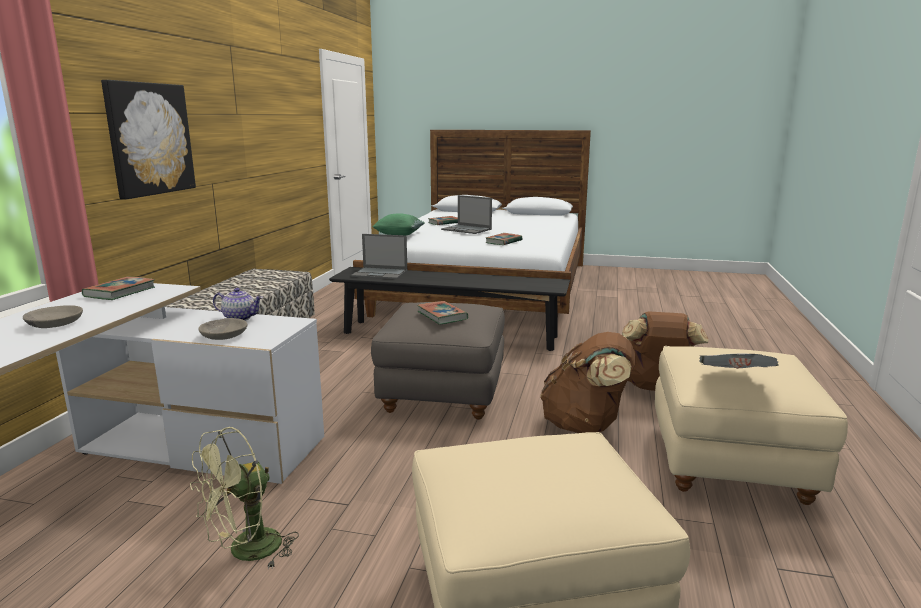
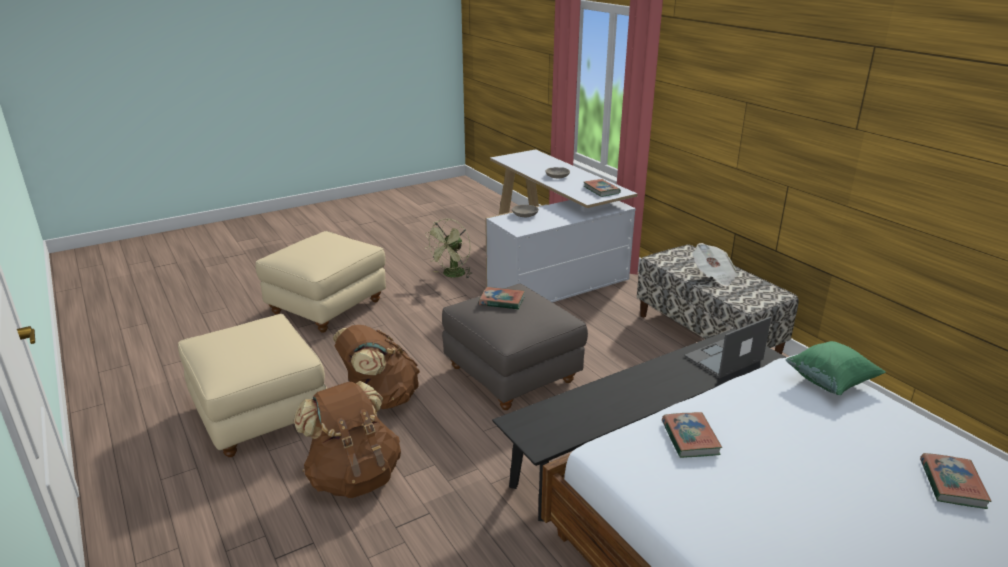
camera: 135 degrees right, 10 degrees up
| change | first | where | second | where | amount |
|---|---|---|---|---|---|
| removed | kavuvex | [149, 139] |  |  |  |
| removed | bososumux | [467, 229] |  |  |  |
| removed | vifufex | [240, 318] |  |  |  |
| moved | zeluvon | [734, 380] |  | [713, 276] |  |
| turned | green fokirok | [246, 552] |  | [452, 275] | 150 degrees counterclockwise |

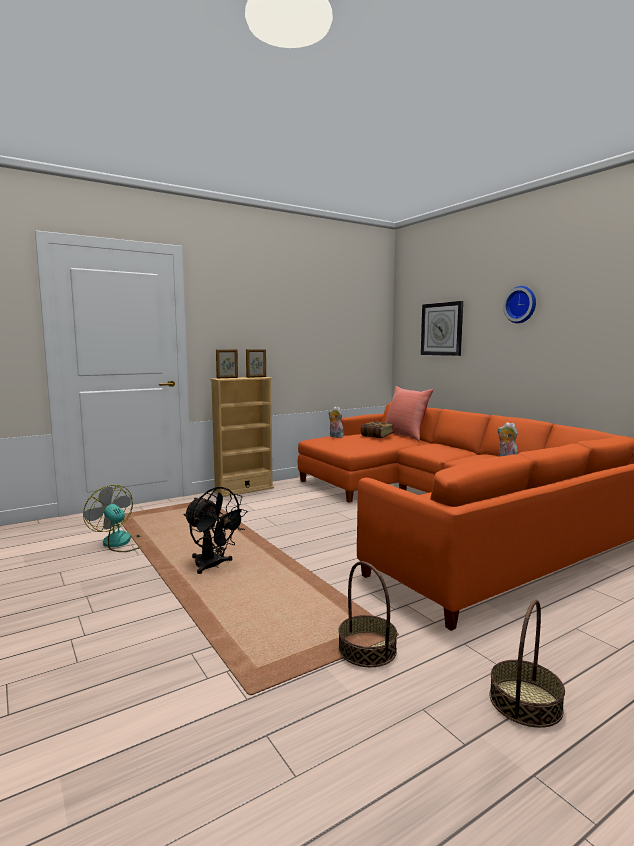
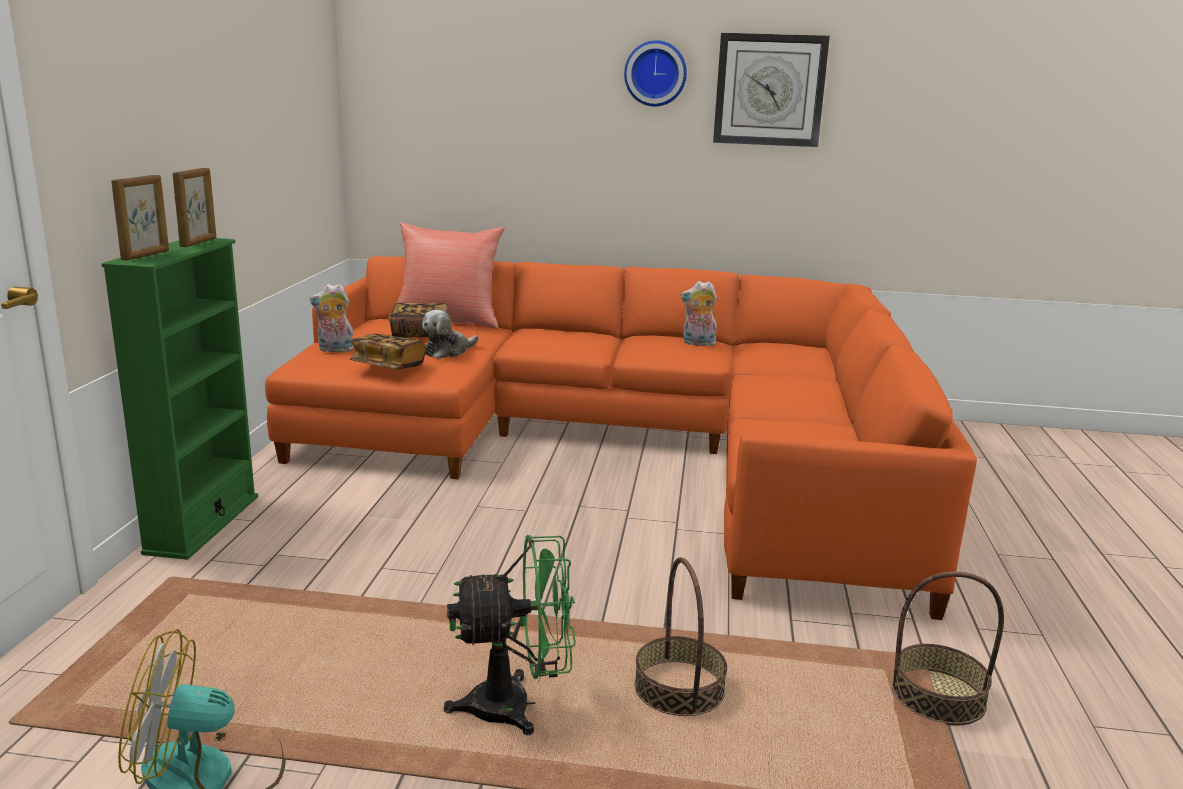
camera: 50 degrees left, 10 degrees up
| change | first | where | second | where | amount |
|---|---|---|---|---|---|
| moved | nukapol | [442, 329] |  | [769, 90] |  |
| recoloured | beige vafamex | [244, 490] | green vafamex | [202, 524] |  |
| recoloured | black fokirok | [213, 566] | green fokirok | [516, 706] |  |
| moved | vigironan | [525, 702] |  | [679, 689] |  |
| added |  |  | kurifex | [448, 351] |  |
| added |  |  | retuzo | [388, 366] |  |

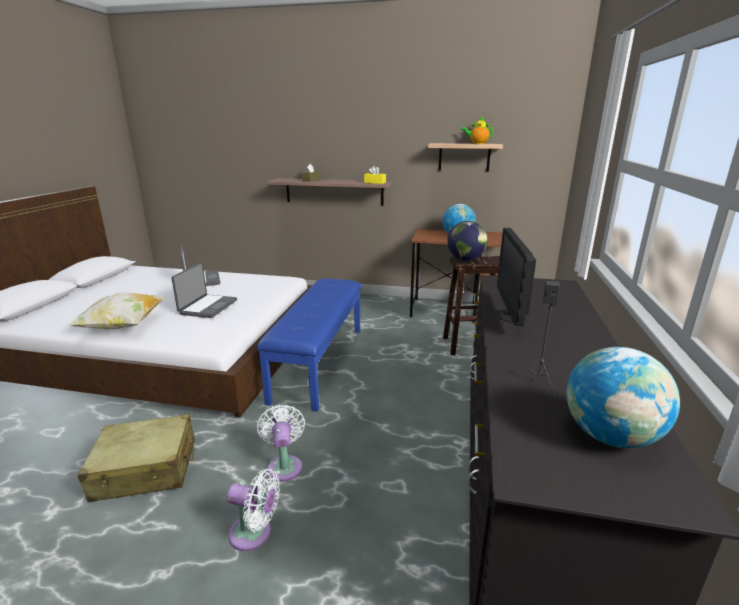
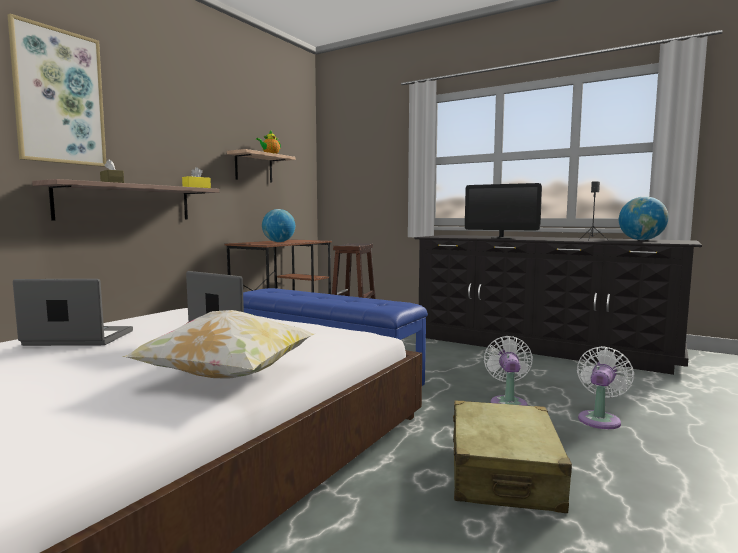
camera: 70 degrees left, 15 degrees down
| change | first | where | second | where | amount |
|---|---|---|---|---|---|
| removed | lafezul | [466, 259] |  |  |  |
| turned | white fokirok | [284, 465] |  | [508, 402] | 90 degrees clockwise |
| added |  |  | kavuvex | [59, 97] |  |

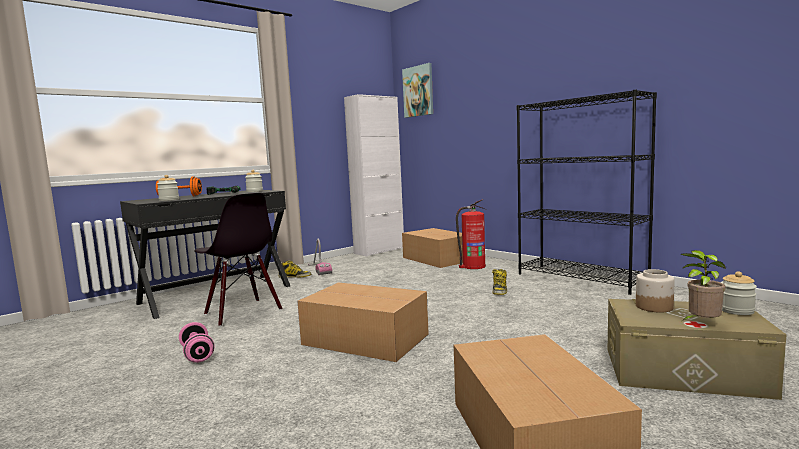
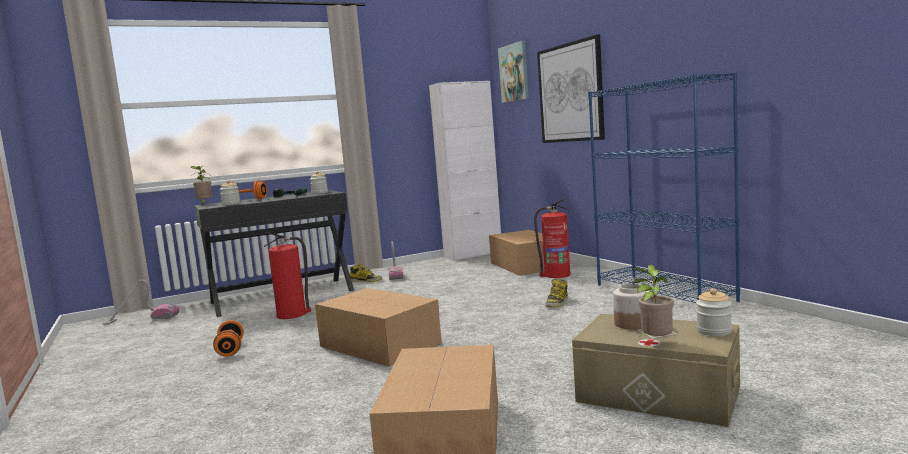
camera: 15 degrees right, 0 degrees up
| change | first | where | second | where | amount |
|---|---|---|---|---|---|
| recoloured | black vafamex | [581, 278] | blue vafamex | [664, 292] |  |
| replaced | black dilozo | [242, 312] | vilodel | [292, 314] |  |
| recoloured | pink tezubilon | [197, 354] | orange tezubilon | [230, 350] |  |
| added |  |  | kavuvex | [570, 93] |  |
| added |  |  | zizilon | [204, 204] |  |
| added |  |  | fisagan | [142, 319] |  |

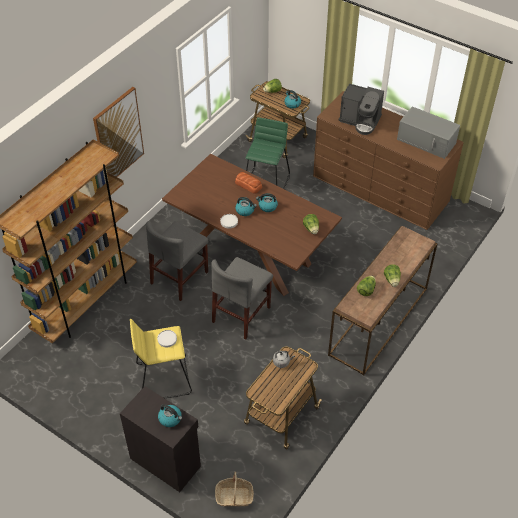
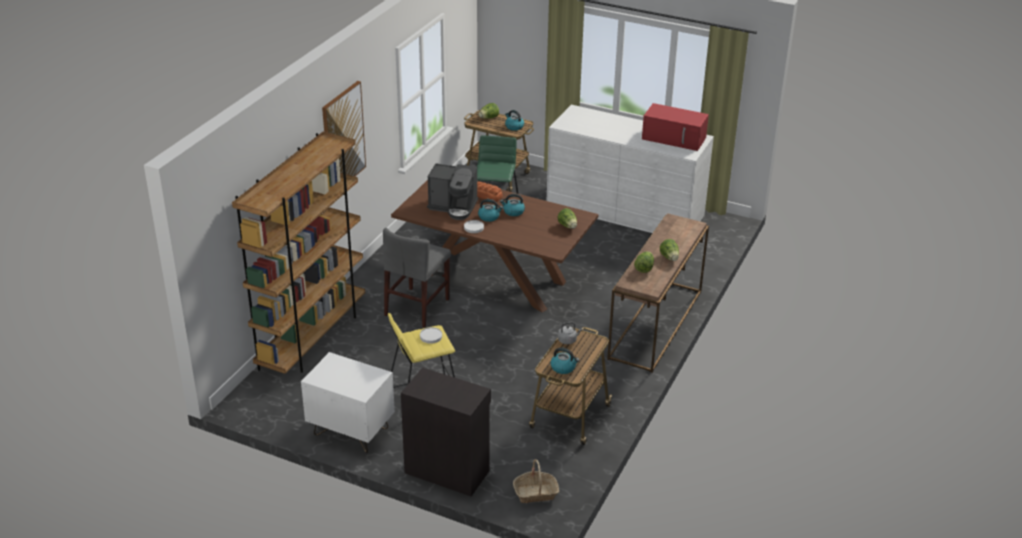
camera: 10 degrees left, 15 degrees down
| change | first | where | second | where | amount |
|---|---|---|---|---|---|
| moved | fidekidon | [360, 121] |  | [453, 207] |  |
| recoloured | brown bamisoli | [380, 188] | white bamisoli | [625, 211] |  |
| recoloured | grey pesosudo | [427, 141] | red pesosudo | [675, 138] |  |
| removed | grey dilozo | [241, 314] |  |  |  |
| moved | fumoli | [170, 418] |  | [563, 367] |  |
| added |  |  | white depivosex | [350, 432] |  |

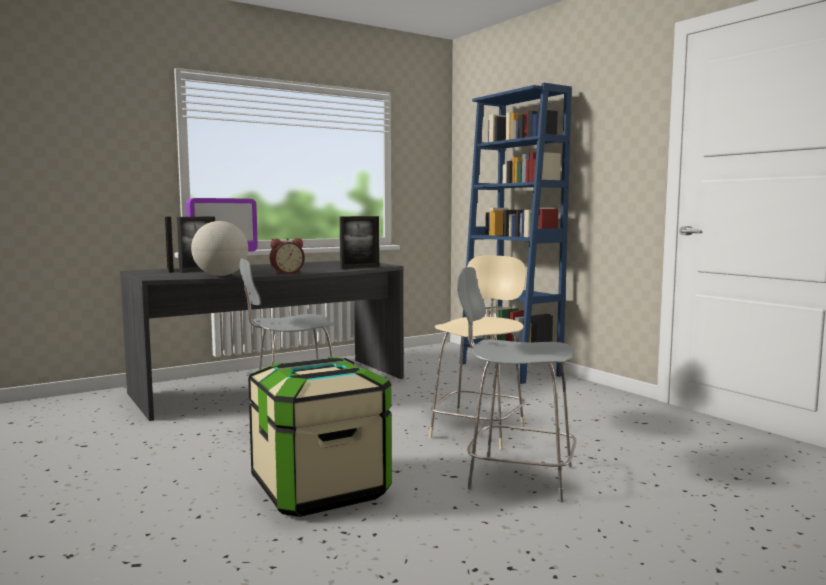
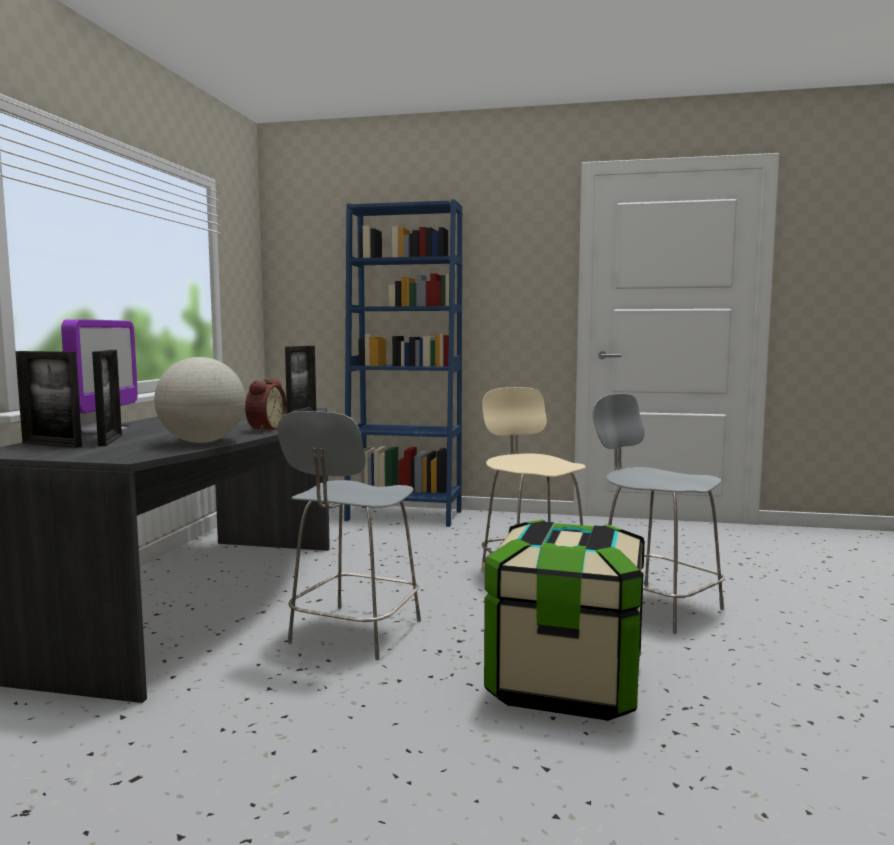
camera: 45 degrees left, 0 degrees up
| change | first | where | second | where | amount |
|---|---|---|---|---|---|
| turned | grey dilozo | [516, 476] |  | [654, 606] | 75 degrees clockwise |

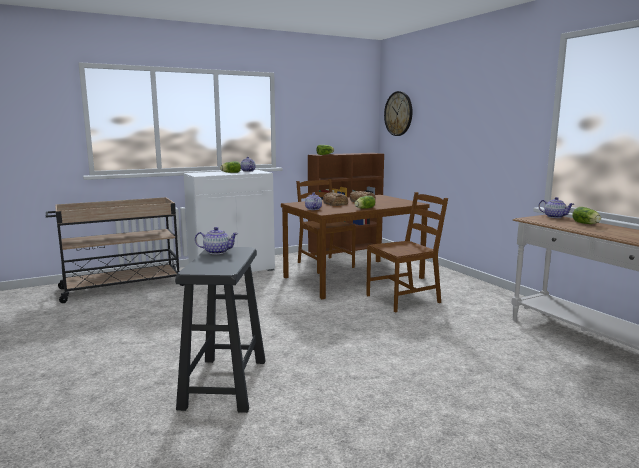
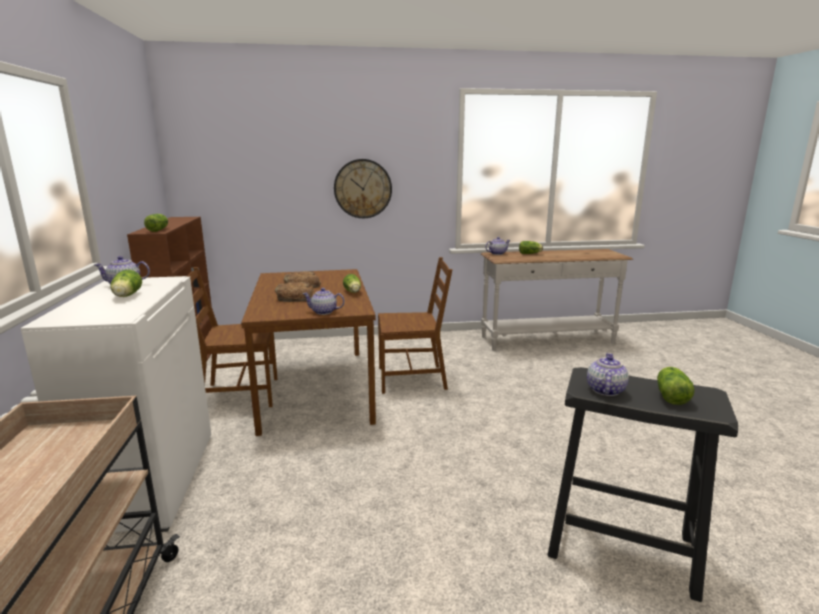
camera: 70 degrees left, 5 degrees up
| change | first | where | second | where | amount |
|---|---|---|---|---|---|
| moved | nukapol | [398, 113] |  | [363, 188] |  |
| turned | brown dilozo | [403, 299] |  | [412, 378] | 90 degrees clockwise |
| added |  |  | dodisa | [670, 395] |  |

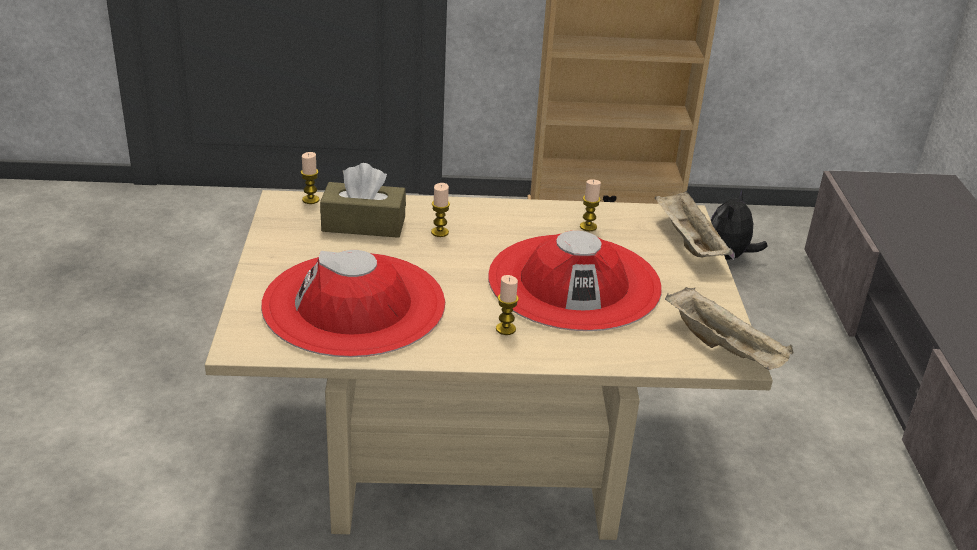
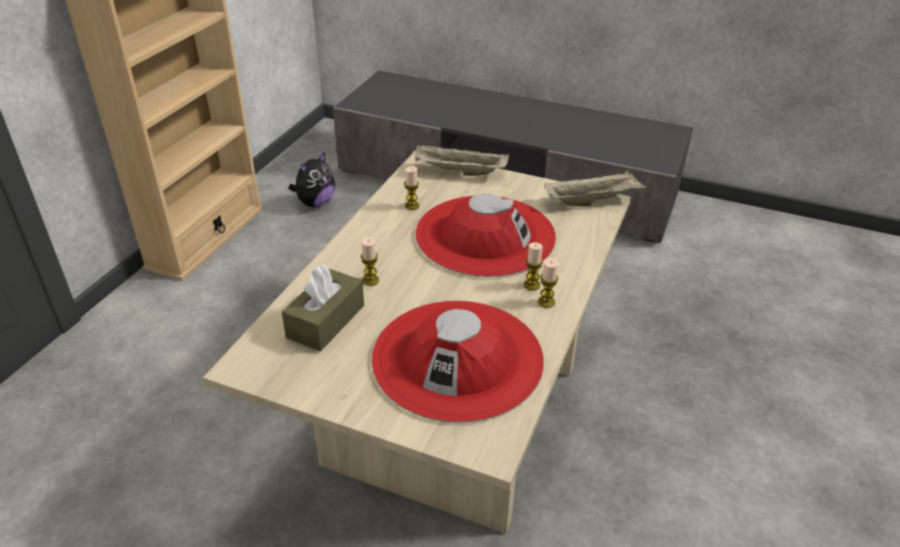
camera: 65 degrees left, 5 degrees up
| change | first | where | second | where | amount |
|---|---|---|---|---|---|
| moved | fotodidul | [310, 200] |  | [546, 302] |  |
| turned | kurifex | [728, 257] |  | [315, 203] | 105 degrees counterclockwise |

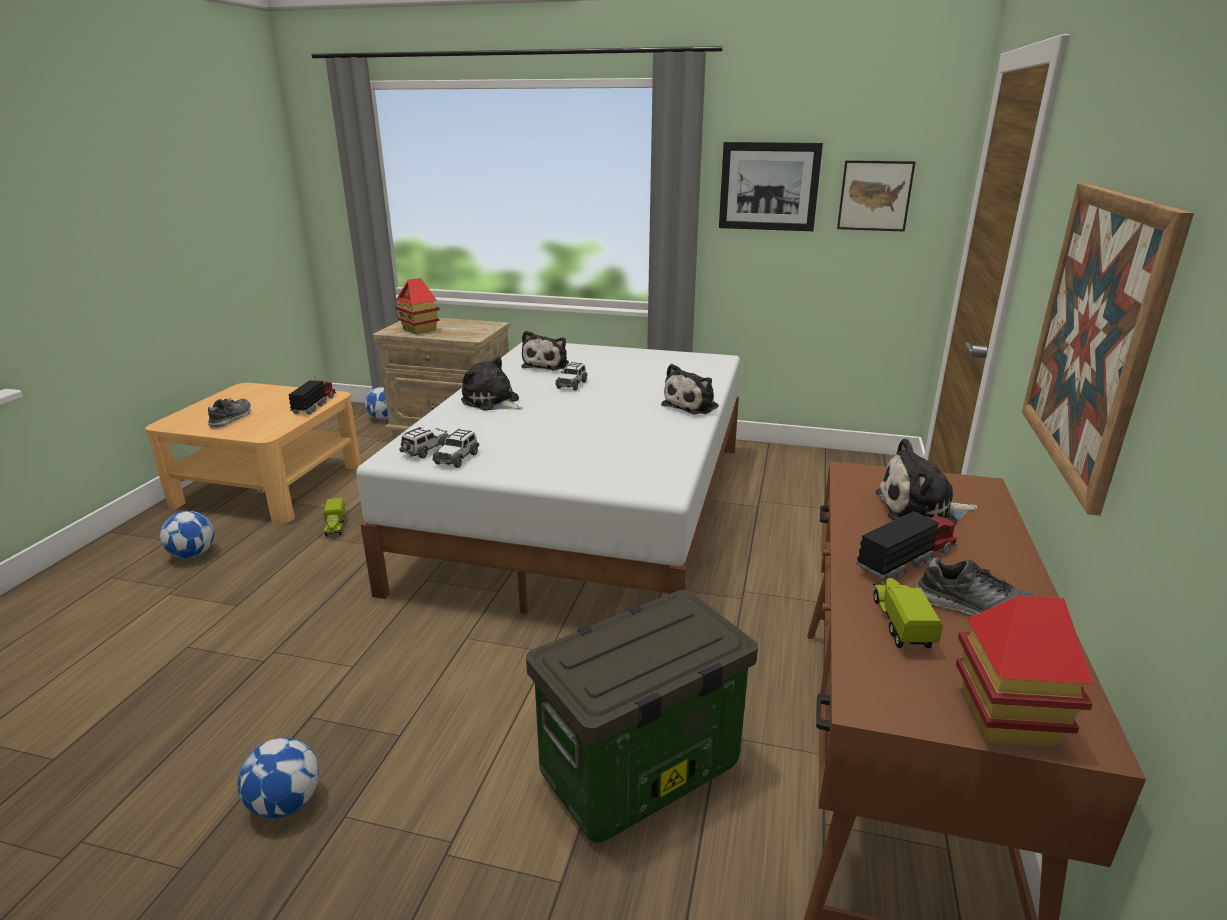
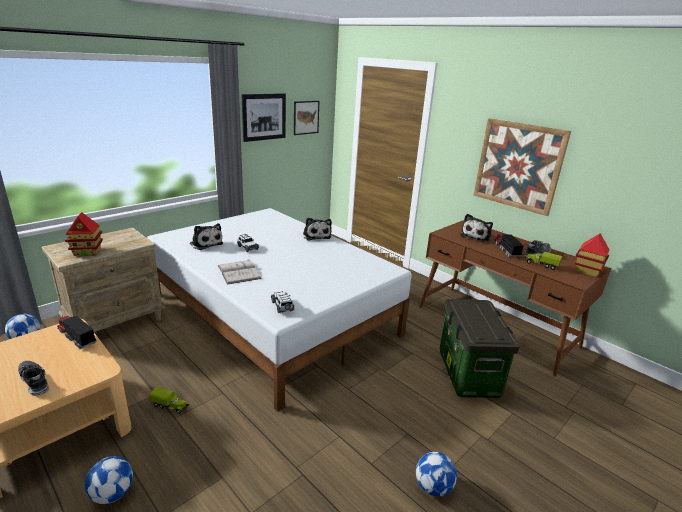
camera: 60 degrees left, 0 degrees up
| change | first | where | second | where | amount |
|---|---|---|---|---|---|
| replaced | kurifex | [492, 402] | white retuzo | [239, 272] |  |
| removed | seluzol | [457, 458] |  |  |  |

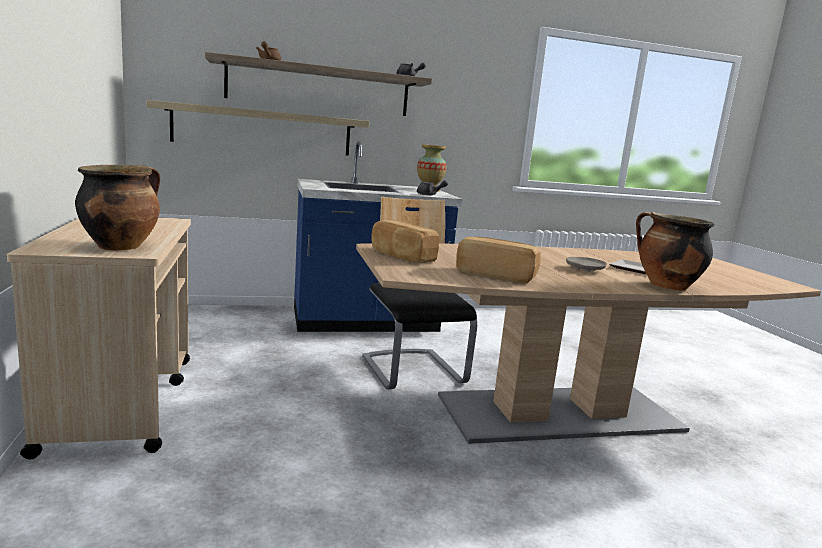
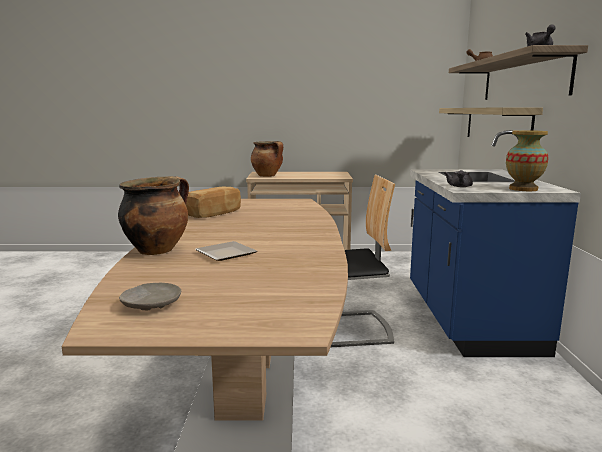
camera: 105 degrees right, 0 degrees up
| change | first | where | second | where | amount |
|---|---|---|---|---|---|
| removed | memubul | [401, 256] |  |  |  |
| moved | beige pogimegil | [584, 269] |  | [151, 304] |  |

